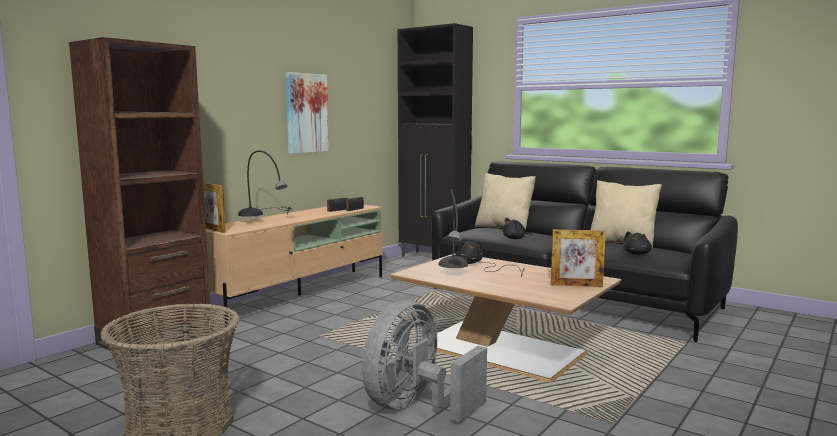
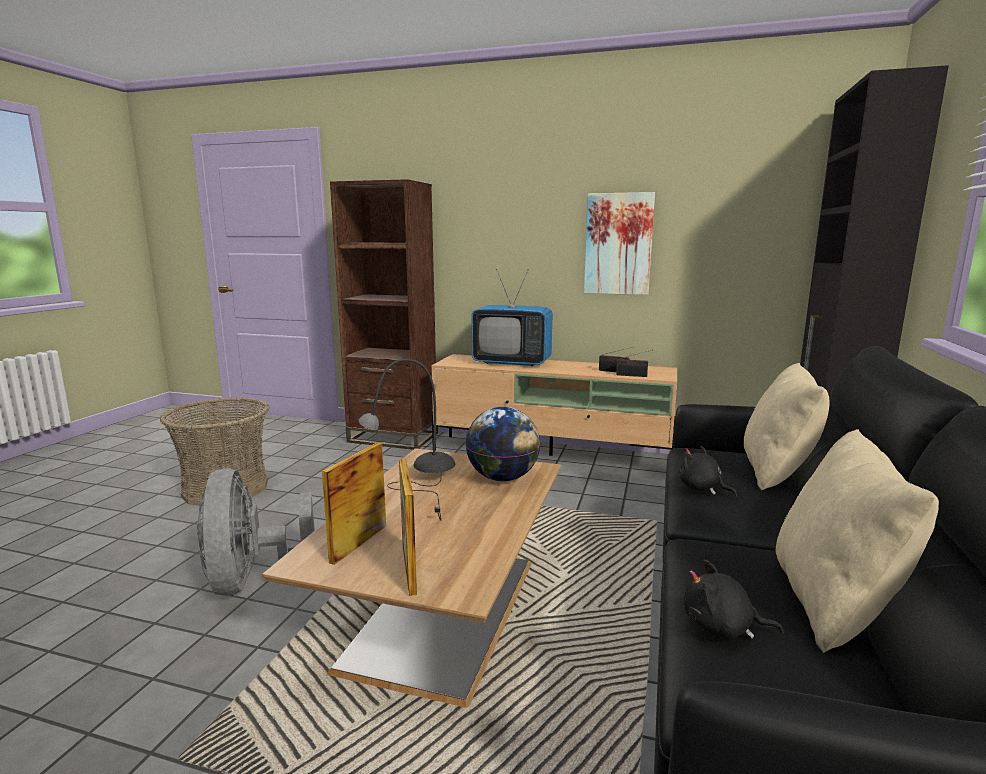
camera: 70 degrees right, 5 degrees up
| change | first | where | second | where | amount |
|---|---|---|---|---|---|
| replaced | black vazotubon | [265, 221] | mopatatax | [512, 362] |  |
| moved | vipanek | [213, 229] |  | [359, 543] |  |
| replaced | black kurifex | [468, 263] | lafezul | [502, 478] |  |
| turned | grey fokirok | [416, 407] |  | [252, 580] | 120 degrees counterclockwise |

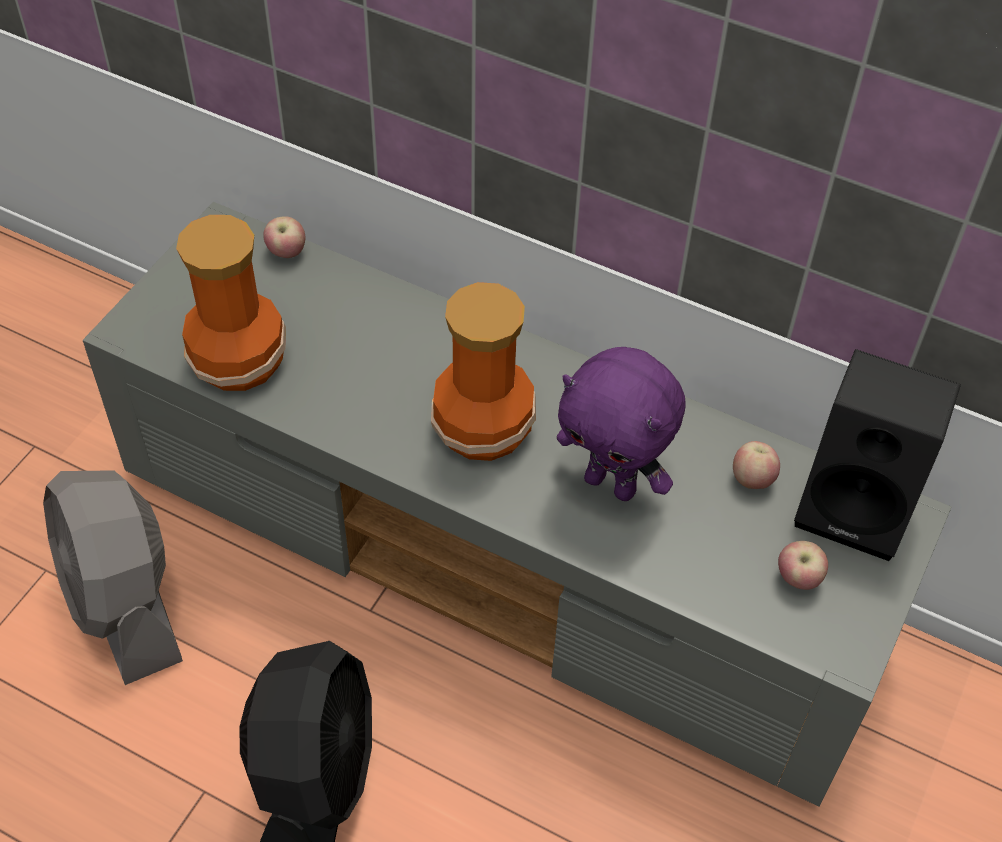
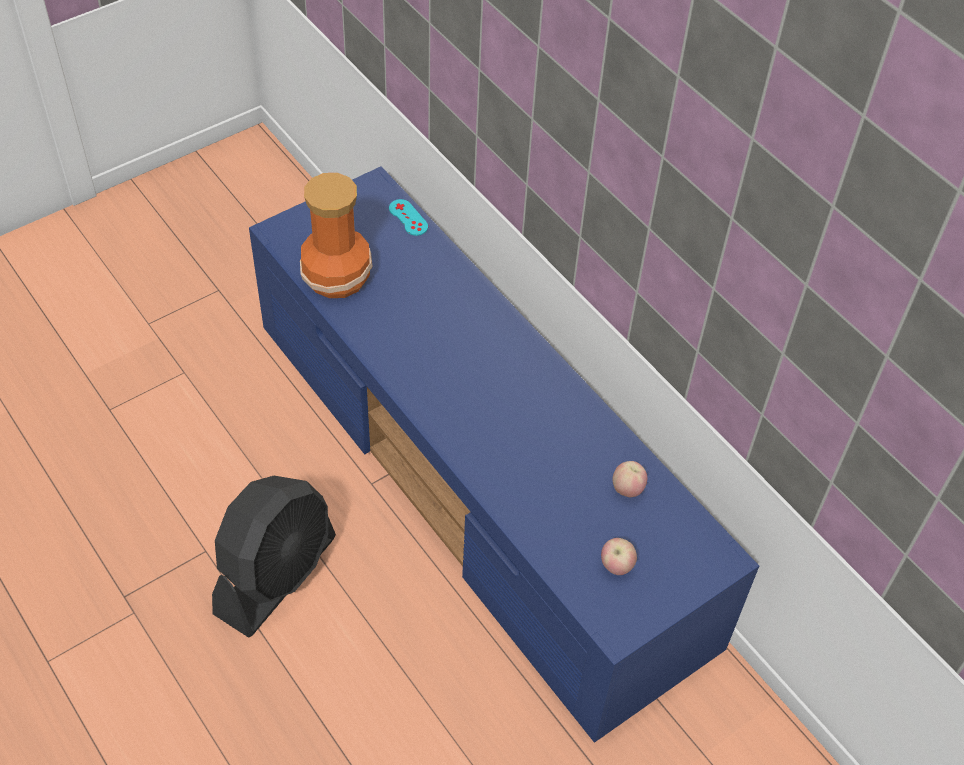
camera: 25 degrees right, 0 degrees up
| change | first | where | second | where | amount |
|---|---|---|---|---|---|
| recoloured | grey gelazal | [502, 554] | blue gelazal | [480, 484] |  |
| replaced | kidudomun | [286, 252] | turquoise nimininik | [408, 217] |  |
| removed | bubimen | [485, 427] |  |  |  |
| removed | purple kurifex | [612, 484] |  |  |  |
| removed | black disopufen | [858, 506] |  |  |  |
| removed | grey fokirok | [125, 603] |  |  |  |

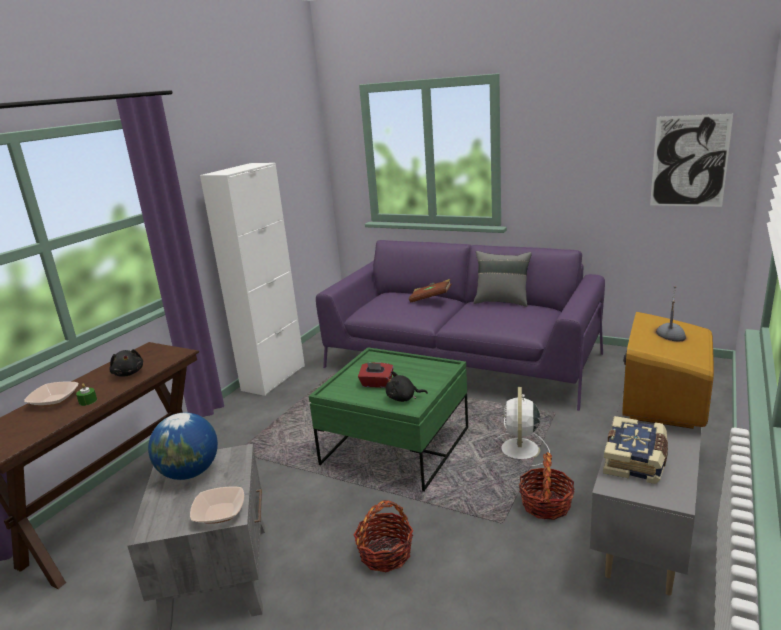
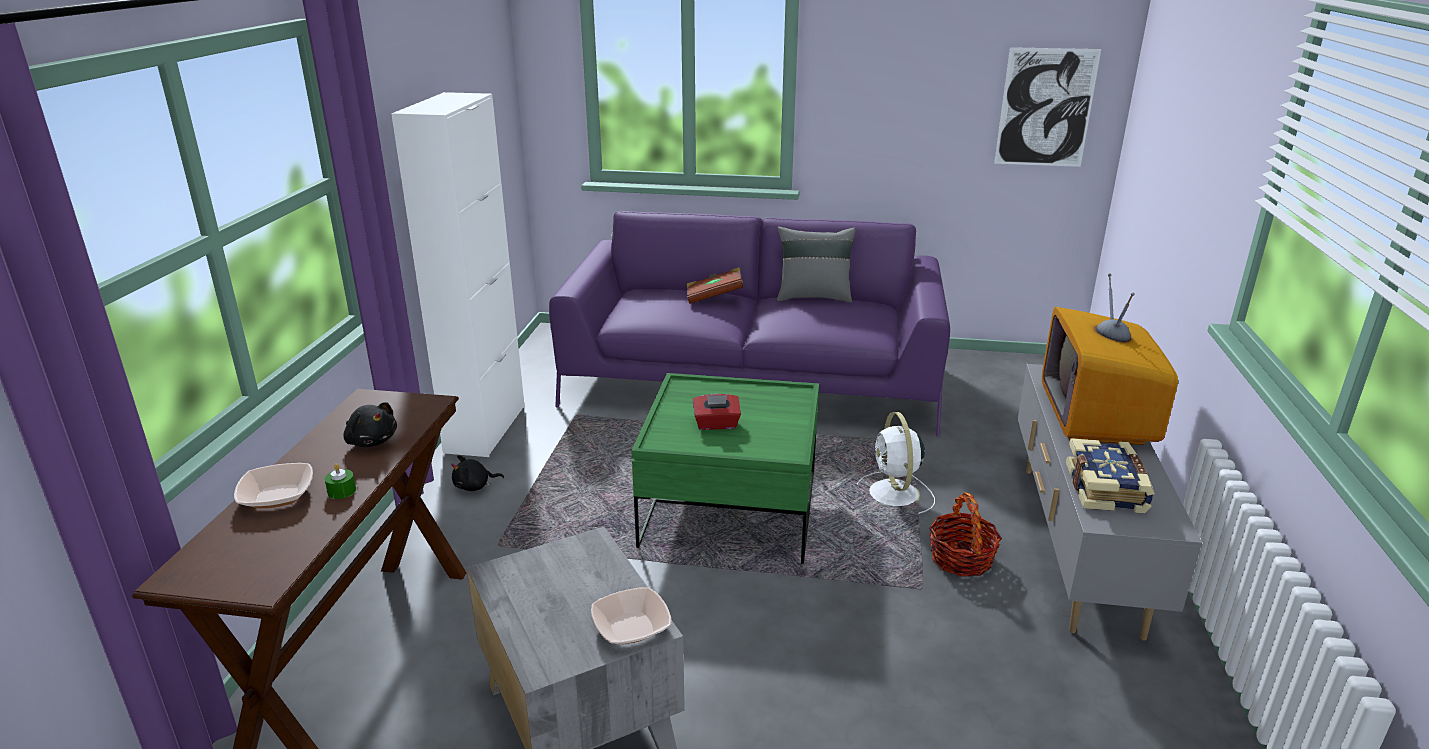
camera: 20 degrees left, 5 degrees up
| change | first | where | second | where | amount |
|---|---|---|---|---|---|
| moved | black kurifex | [403, 398] |  | [474, 486] |  |
| removed | lafezul | [189, 473] |  |  |  |
| removed | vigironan | [385, 554] |  |  |  |

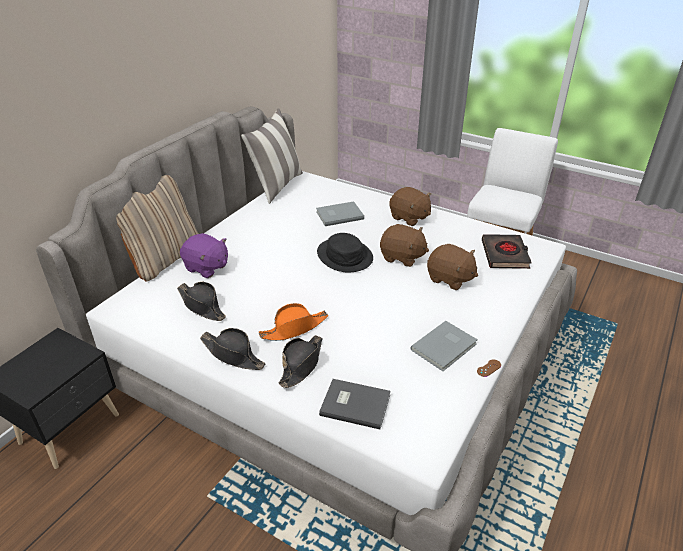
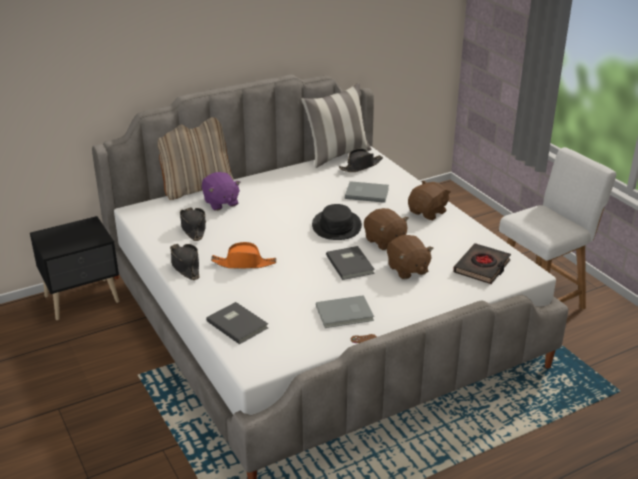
camera: 30 degrees right, 5 degrees down
| change | first | where | second | where | amount |
|---|---|---|---|---|---|
| turned | brown kurifex | [409, 217] |  | [428, 212] | 120 degrees counterclockwise |
| moved | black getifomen | [301, 364] |  | [361, 166] |  |
| added |  |  | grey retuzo | [351, 264] |  |

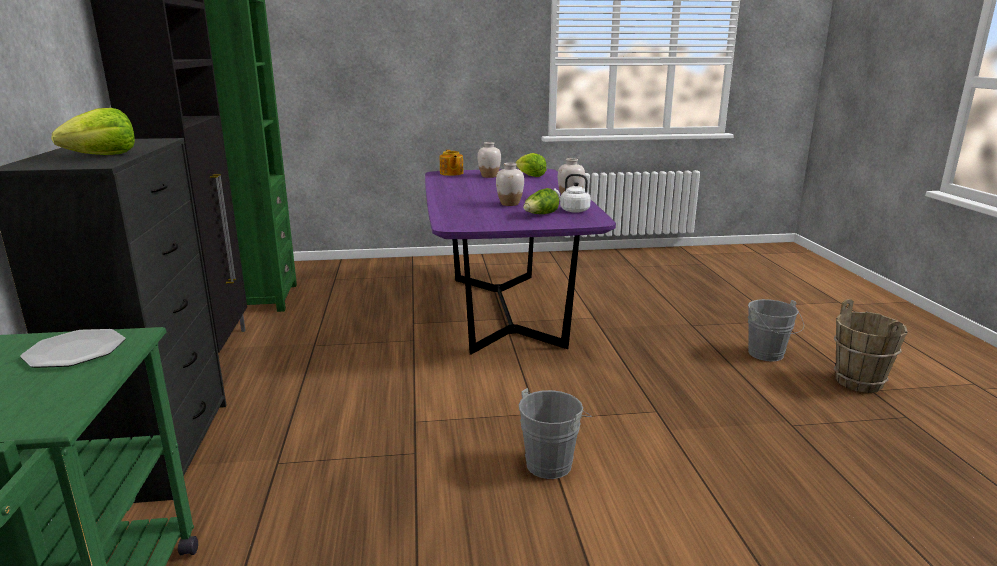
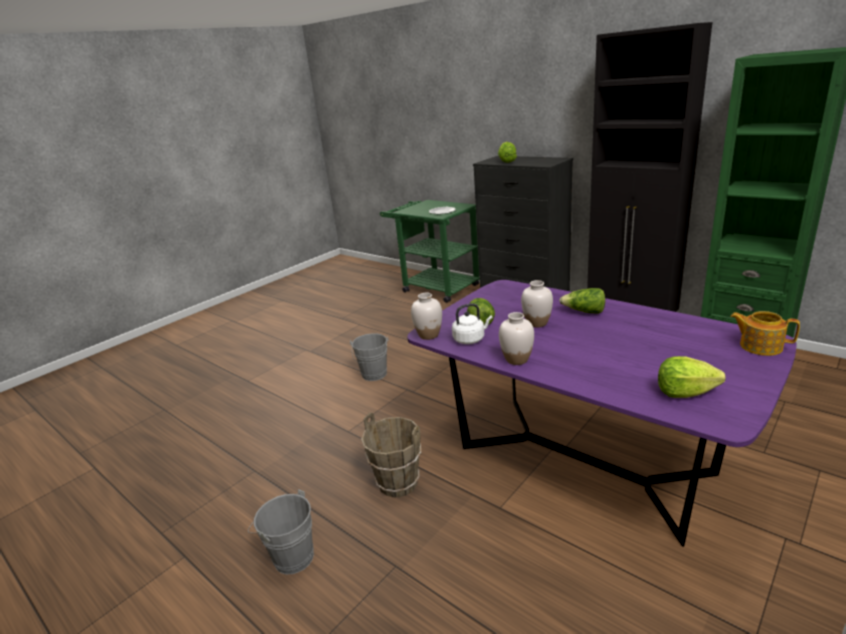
camera: 140 degrees right, 5 degrees up
| change | first | where | second | where | amount |
|---|---|---|---|---|---|
| moved | white bubimen | [489, 176] |  | [428, 335] |  |
| moved | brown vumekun | [859, 382] |  | [397, 483] |  |
| added |  |  | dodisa | [584, 312] |  |

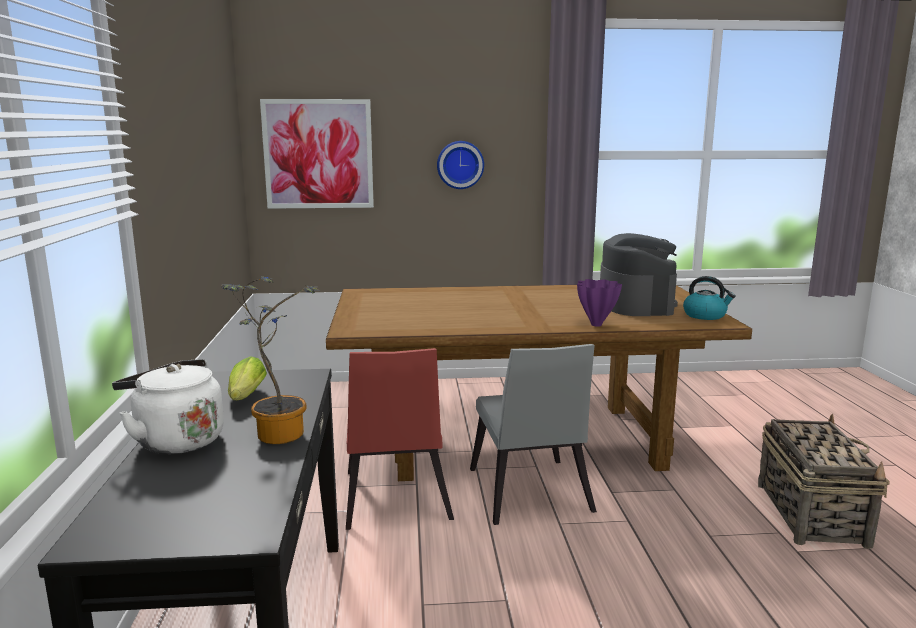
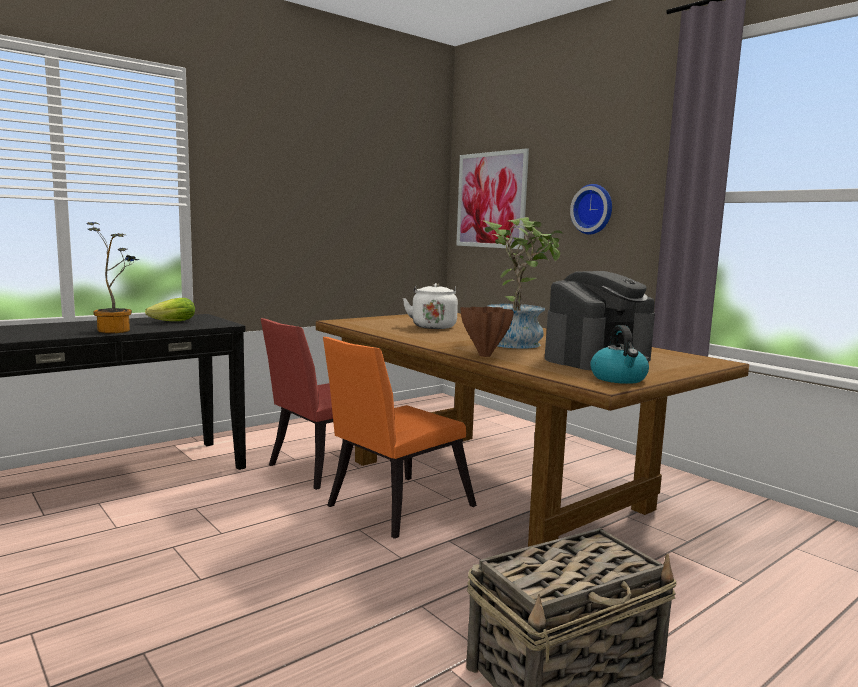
camera: 55 degrees right, 5 degrees down
| change | first | where | second | where | amount |
|---|---|---|---|---|---|
| recoloured | purple bubimen | [597, 325] | brown bubimen | [486, 355] |  |
| recoloured | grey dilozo | [529, 495] | orange dilozo | [393, 508] |  |
| moved | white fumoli | [176, 440] |  | [433, 326] |  |
| added |  |  | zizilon | [517, 342] |  |

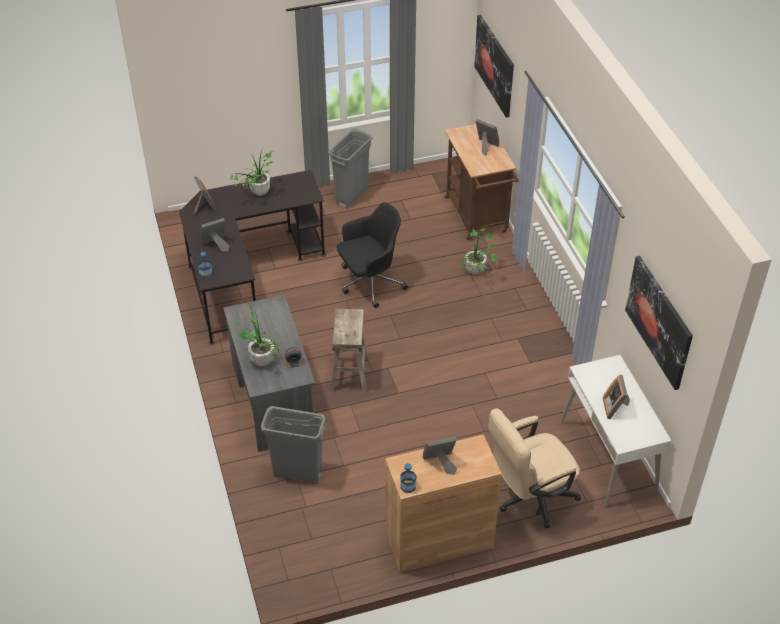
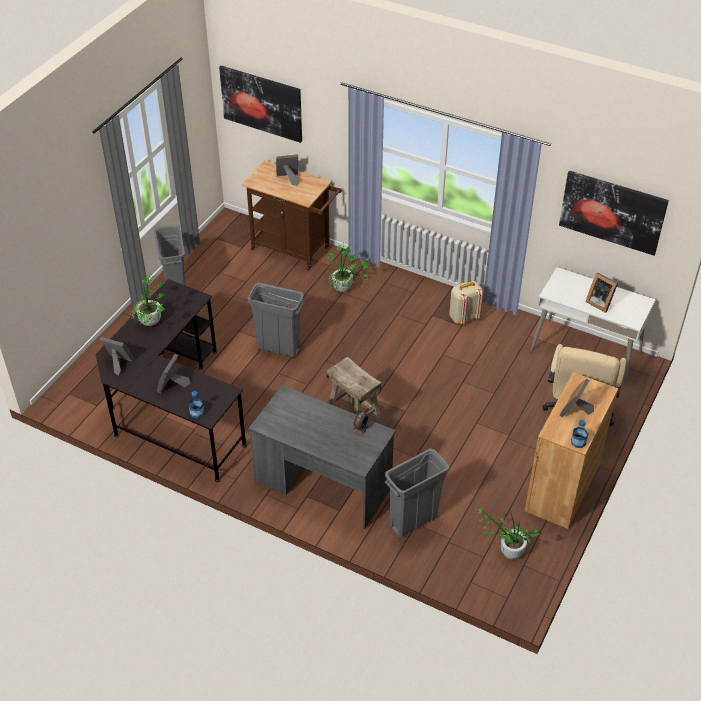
camera: 45 degrees left, 0 degrees up
| change | first | where | second | where | amount |
|---|---|---|---|---|---|
| replaced | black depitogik | [370, 283] | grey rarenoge | [279, 348] |  |
| moved | zizilon | [259, 358] |  | [506, 552] |  |
| added |  |  | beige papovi | [463, 317] |  |

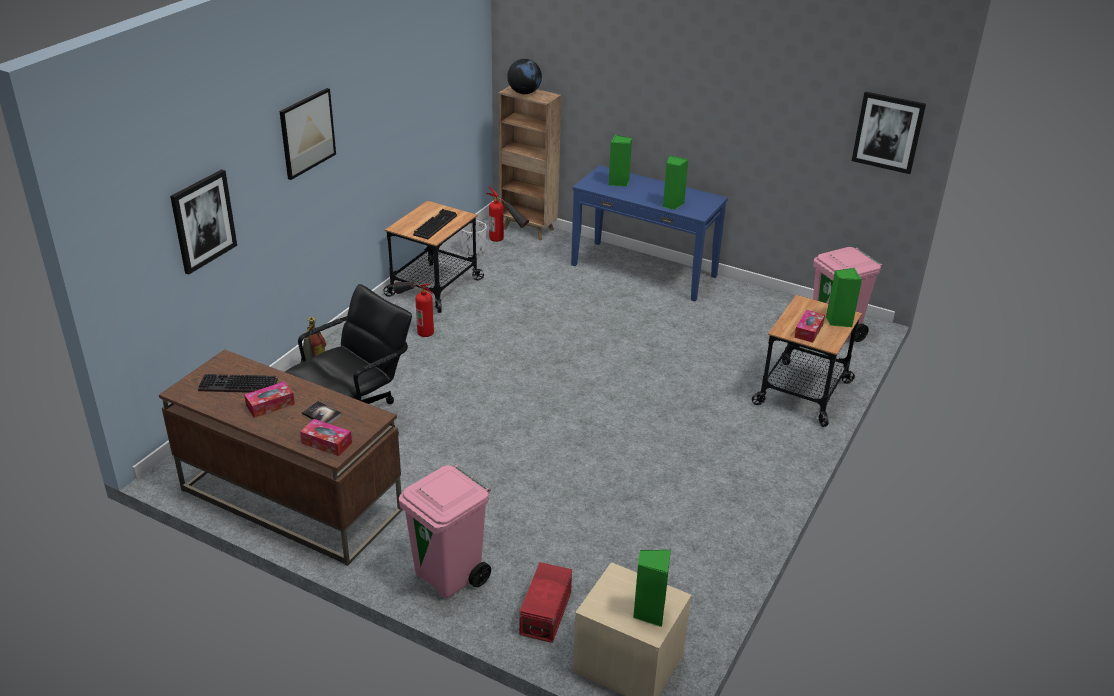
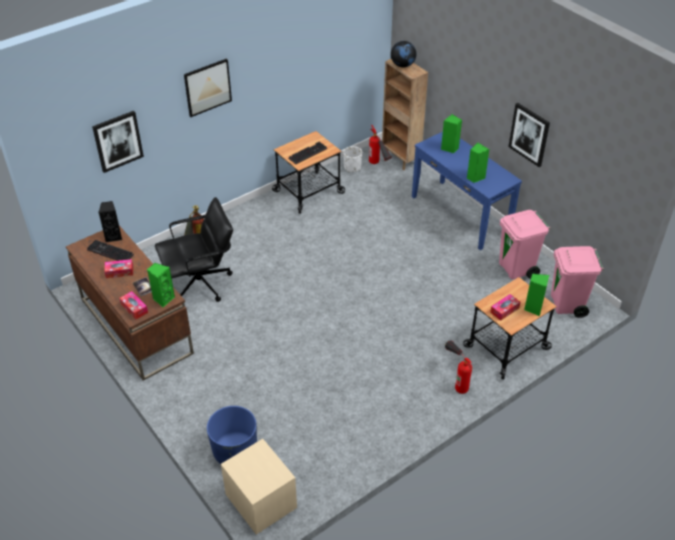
camera: 25 degrees right, 10 degrees up
| change | first | where | second | where | amount |
|---|---|---|---|---|---|
| moved | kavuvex | [888, 132] |  | [529, 134] |  |
| moved | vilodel | [416, 326] |  | [456, 379] |  |
| moved | pink rarenoge | [449, 576] |  | [516, 269] |  |
| moved | green disopufen | [649, 612] |  | [163, 299] |  |
| replaced | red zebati | [547, 613] | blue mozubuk | [235, 451] |  |
| added |  |  | black disopufen | [114, 236] |  |

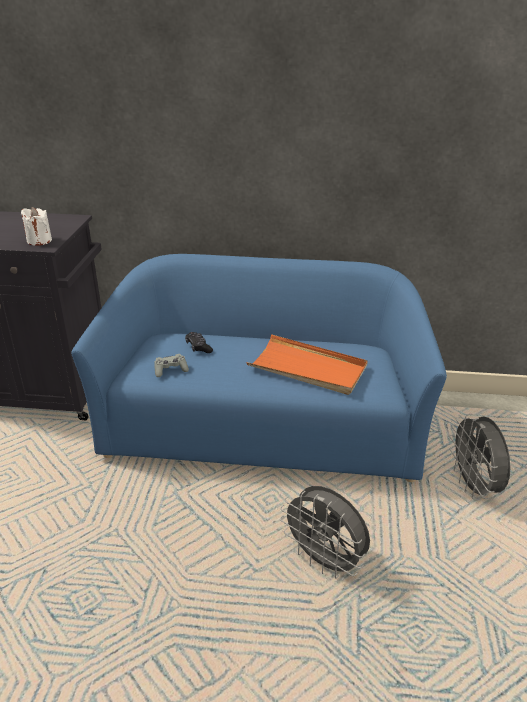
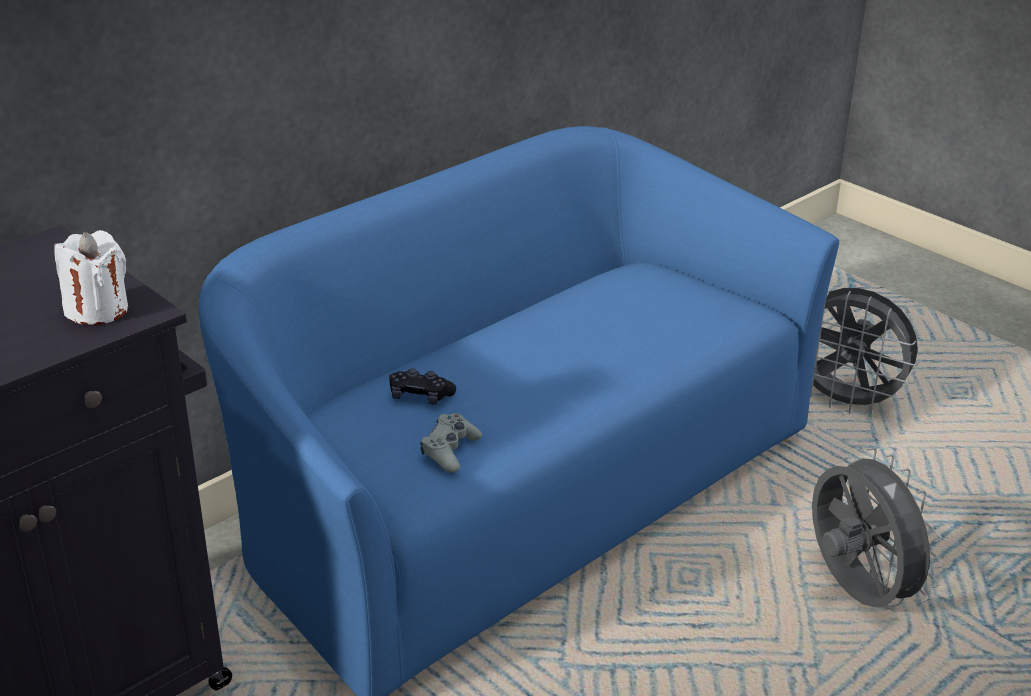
camera: 50 degrees left, 0 degrees up
| change | first | where | second | where | amount |
|---|---|---|---|---|---|
| removed | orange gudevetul | [308, 368] |  |  |  |
| turned | grey fokirok | [325, 561] |  | [855, 593] | 105 degrees counterclockwise |

